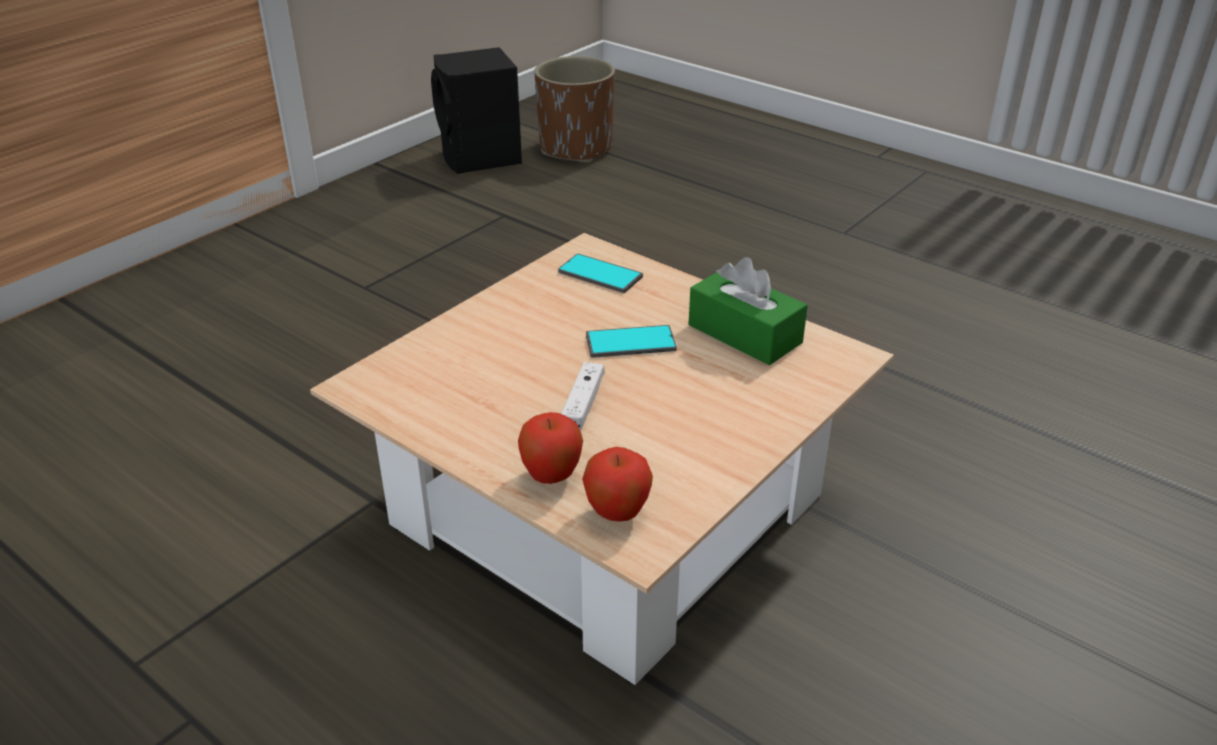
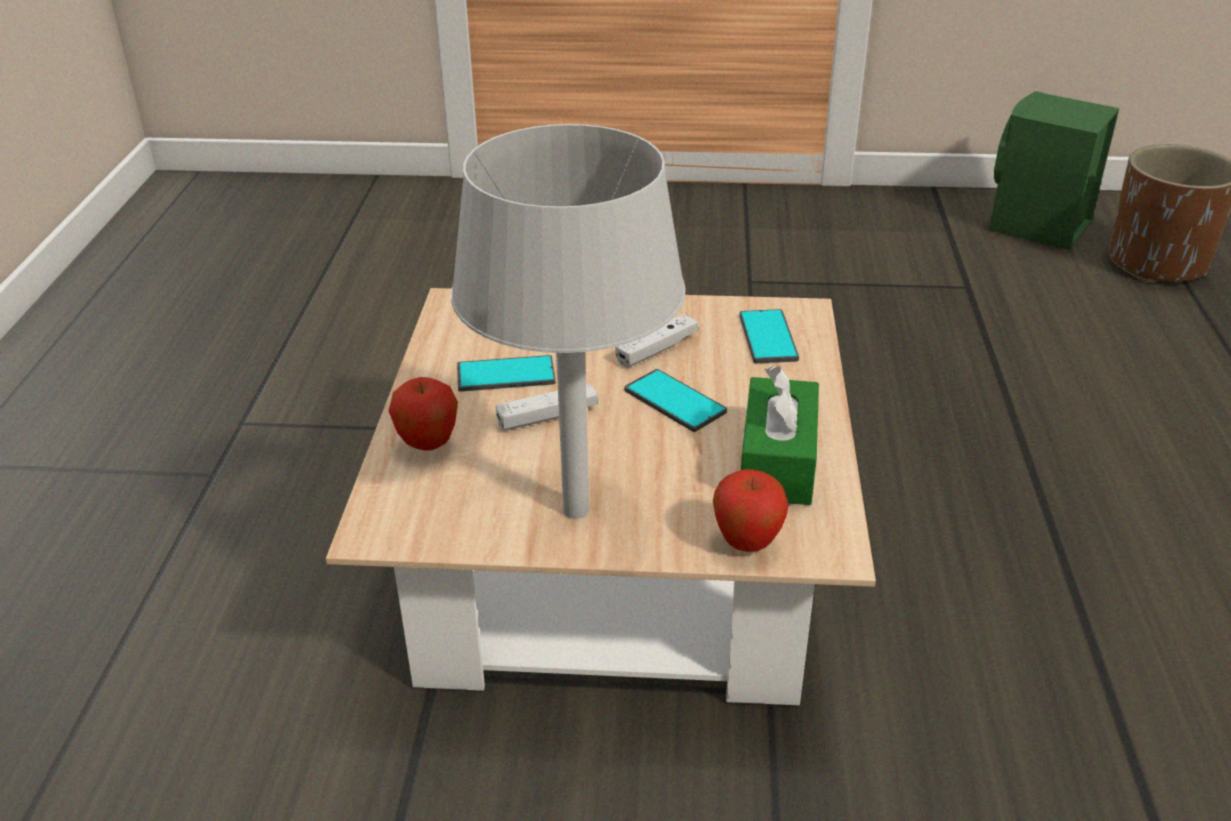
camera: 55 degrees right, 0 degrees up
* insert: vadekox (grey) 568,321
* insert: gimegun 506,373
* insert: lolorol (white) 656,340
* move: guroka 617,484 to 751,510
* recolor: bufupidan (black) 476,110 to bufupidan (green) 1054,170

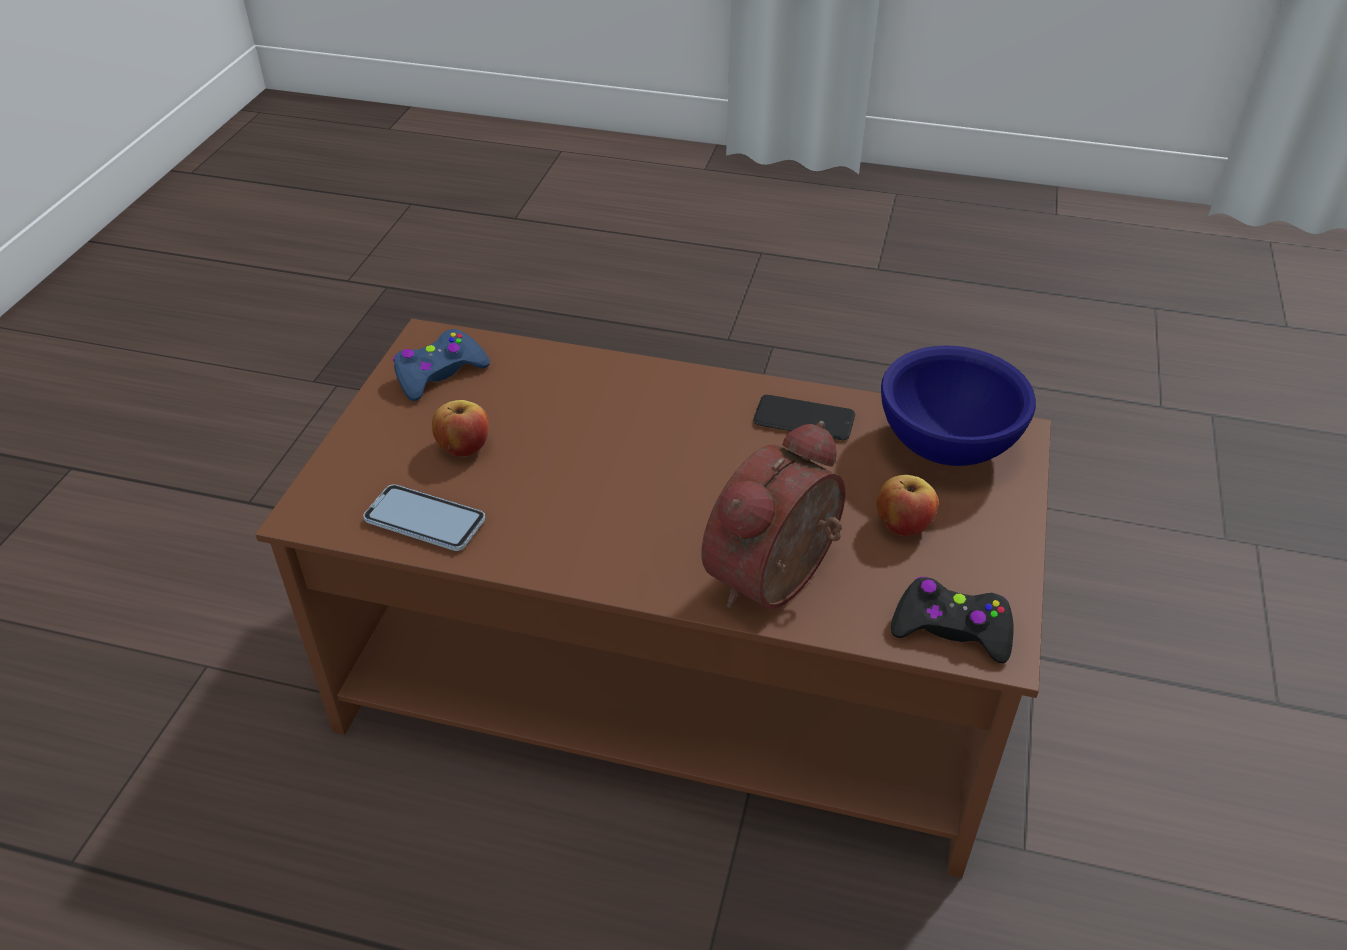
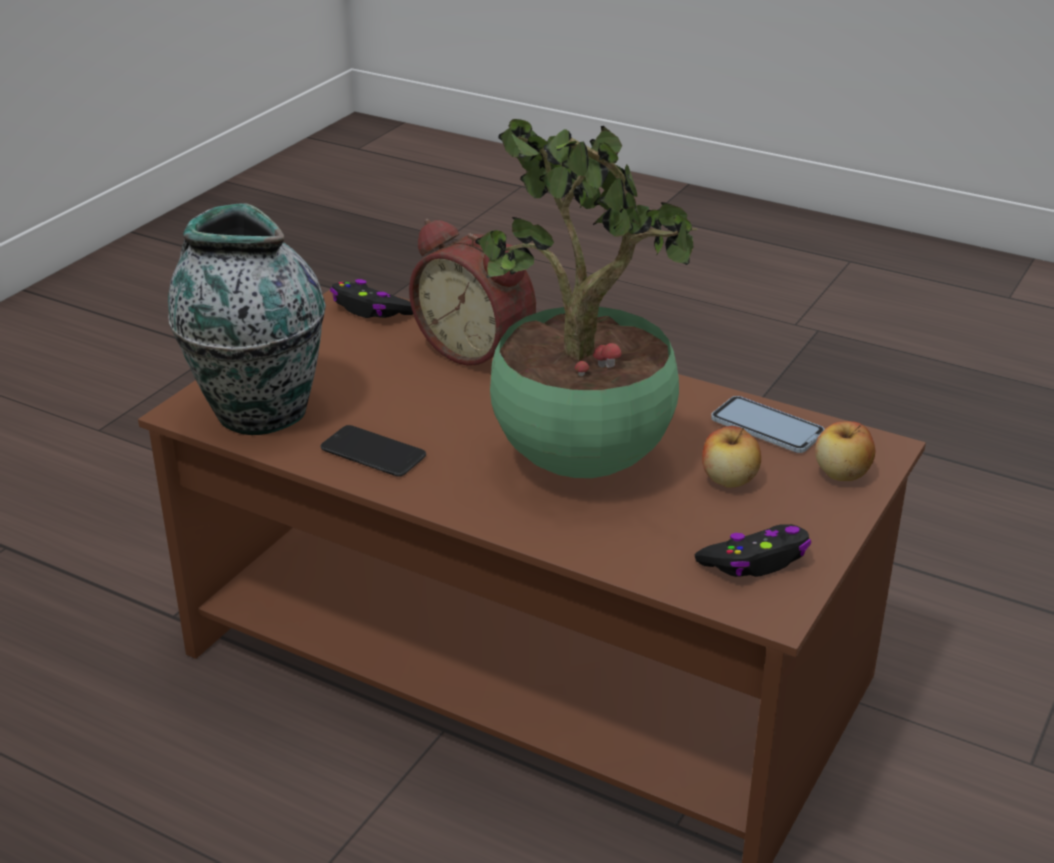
camera: 165 degrees left, 10 degrees down
* replace: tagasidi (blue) 958,405 to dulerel 247,319
* rotate: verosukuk 773,515 = 472,292 75 degrees clockwise
* insert: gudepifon 586,298
* recolor: lolorol (blue) 441,365 to lolorol (black) 753,550
* move: guroka 908,505 to 845,451

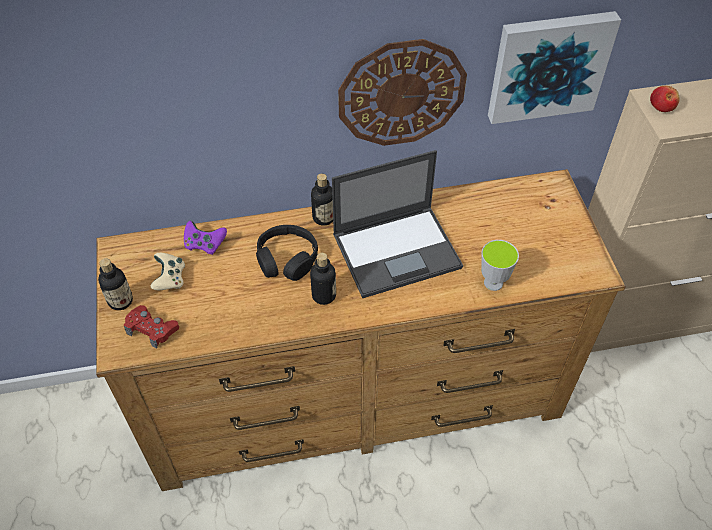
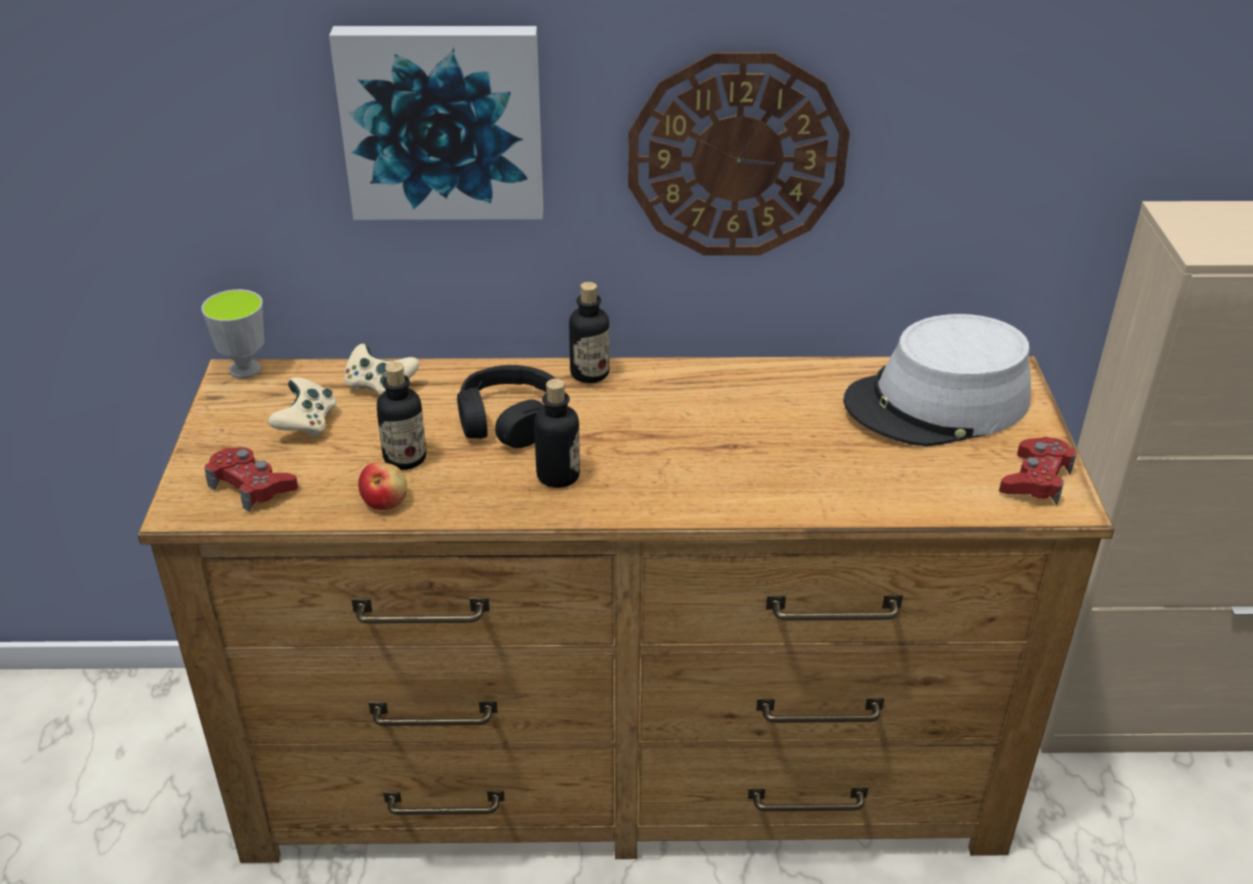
camera: 10 degrees right, 15 degrees down
* move: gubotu 500,265 to 233,334
* move: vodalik 554,67 to 436,123
* recolor: lolorol (purple) 205,238 to lolorol (beige) 381,369
* move: guroka 665,99 to 382,486
* move: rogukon 115,284 to 401,416
* insert: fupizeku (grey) 937,380
* insert: lolorol (red) 1038,471
* delete: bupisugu 397,224

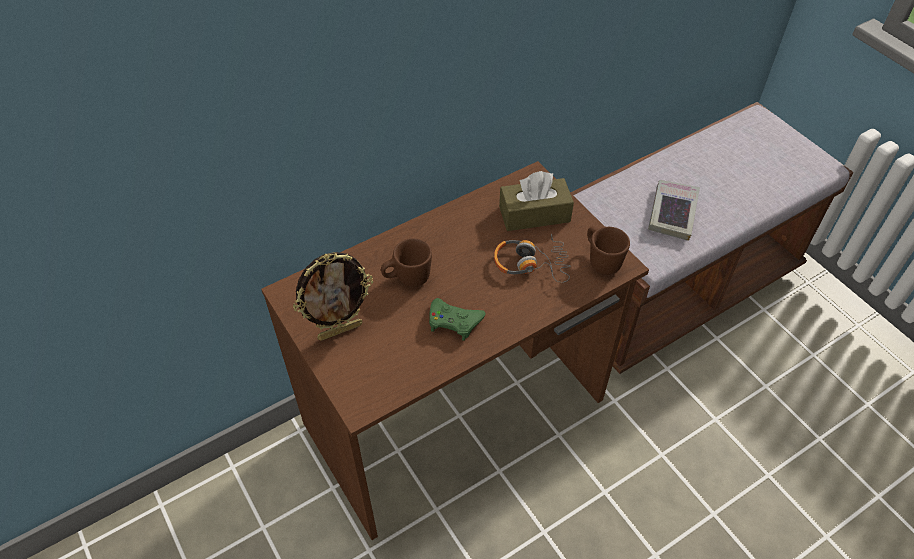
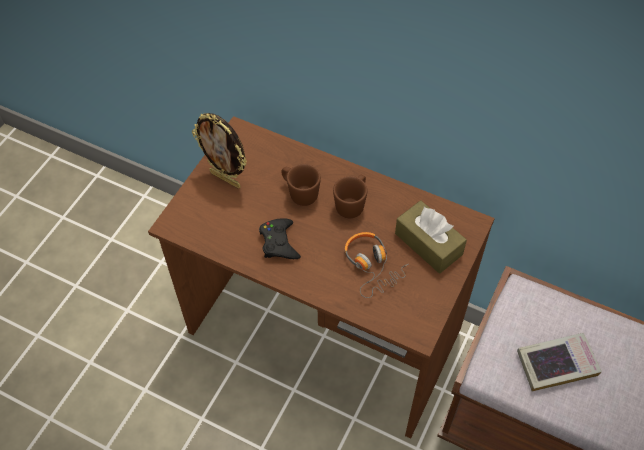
camera: 60 degrees right, 5 degrees up
* recolor: lolorol (green) 457,319 to lolorol (black) 280,238
* move: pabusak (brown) 608,250 to 350,196

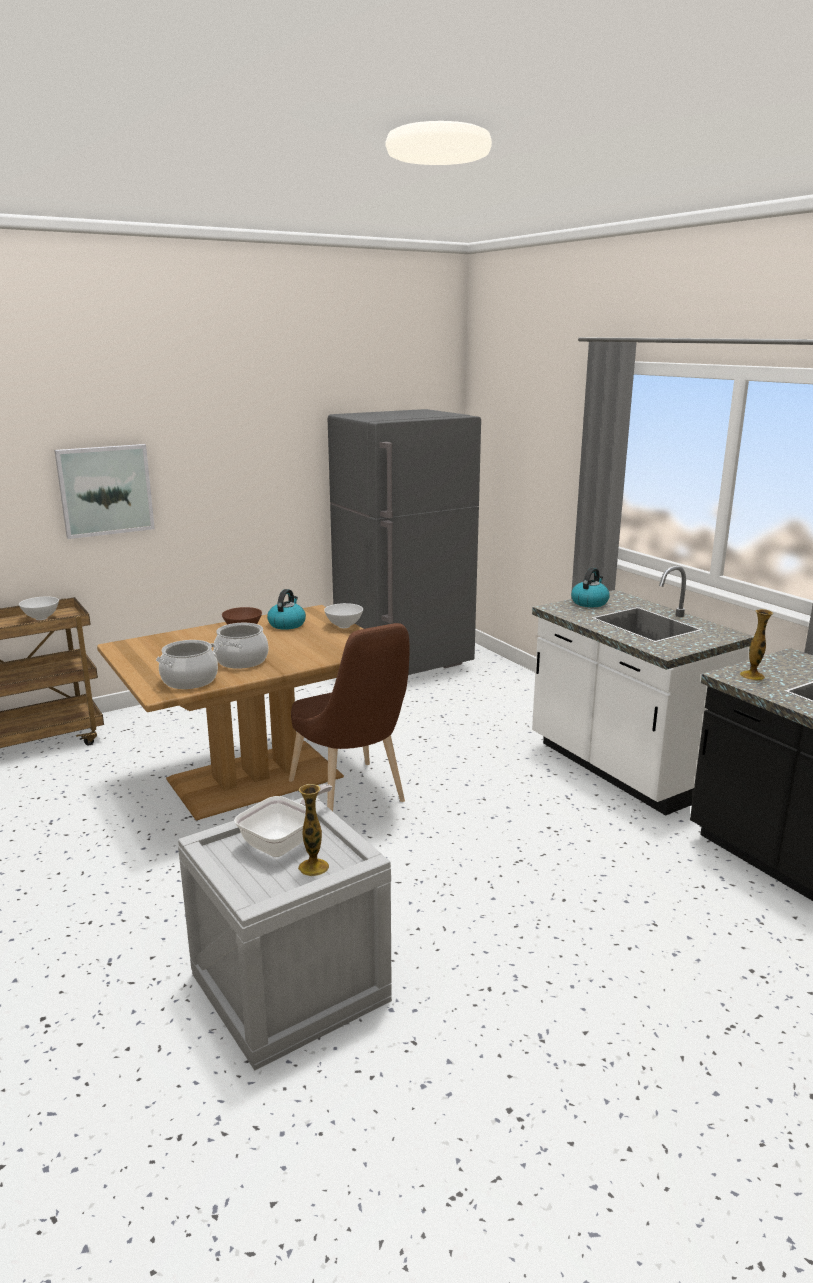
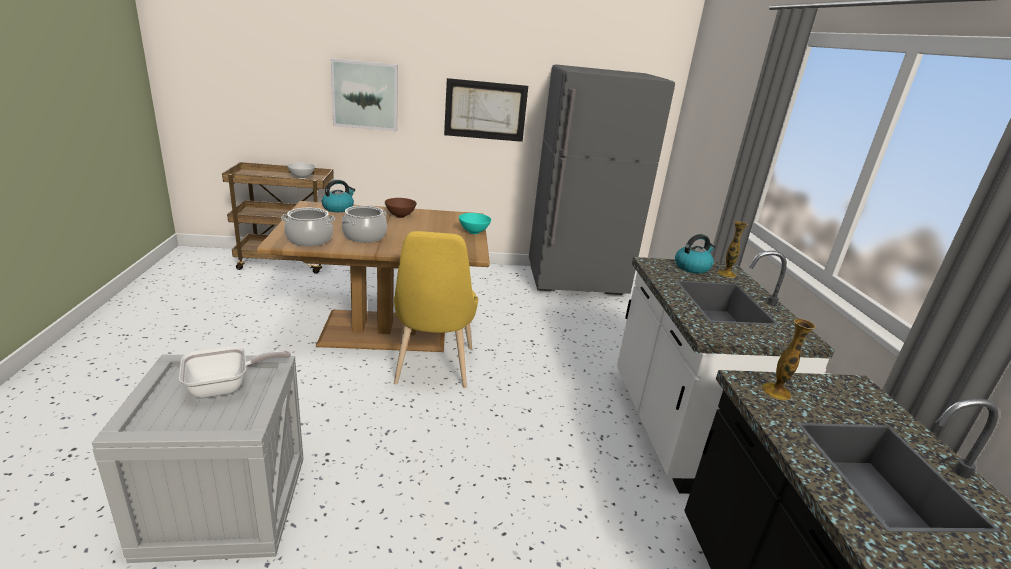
camera: 25 degrees right, 5 degrees up
* move: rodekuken 286,609 to 338,196
* recolor: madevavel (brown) 349,717 to madevavel (yellow) 436,309
* insert: vodalik 486,110
* recolor: tagasidi (white) 343,615 to tagasidi (turquoise) 475,223
* move: dulerel 313,830 to 732,249

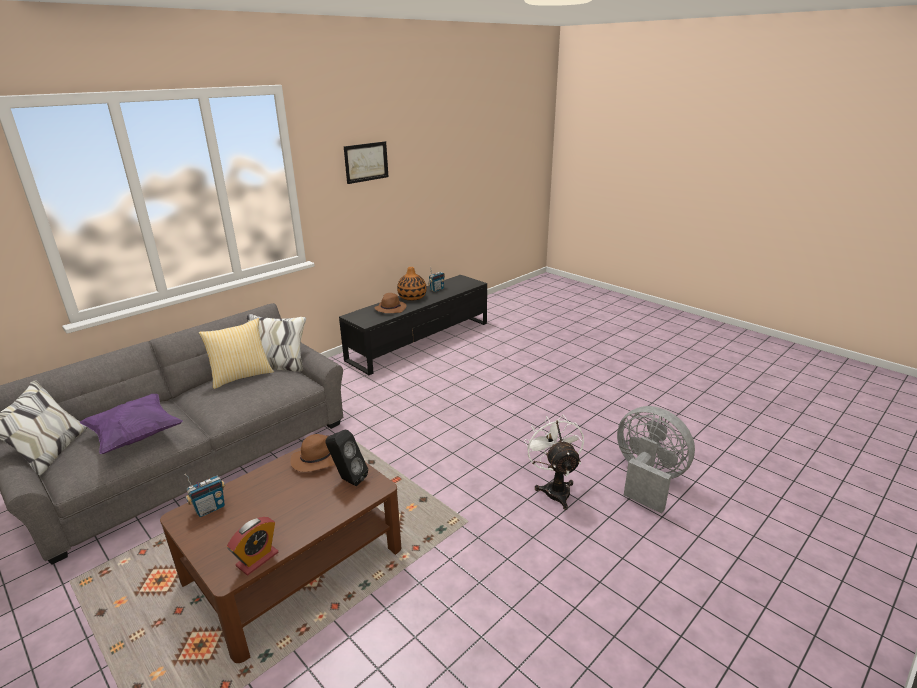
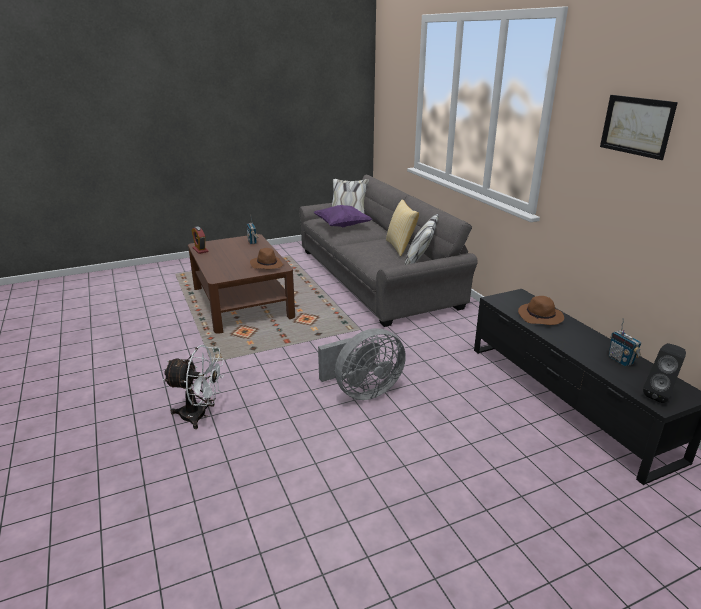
camera: 110 degrees right, 0 degrees up
* move: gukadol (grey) 656,460 to 362,364
* move: bufupidan (black) 347,458 to 664,373
* delete: dulerel 412,284

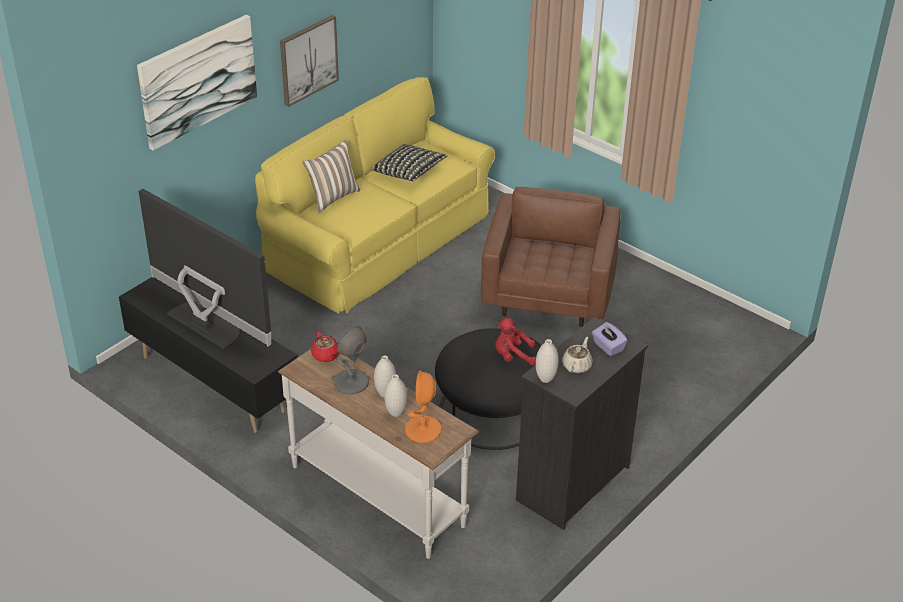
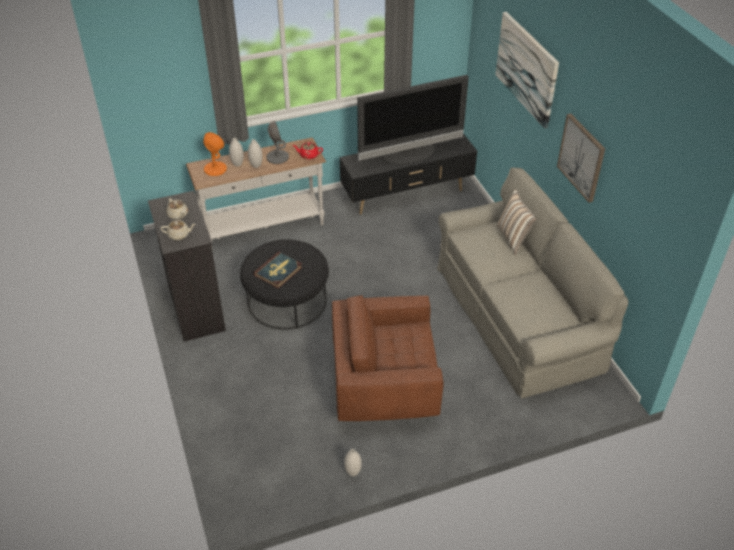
camera: 120 degrees right, 5 degrees up
* replace: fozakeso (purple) 610,339 to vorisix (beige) 177,230
* replace: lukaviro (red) 515,341 to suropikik 277,270
* rotate: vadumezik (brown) 551,257 = 388,358 135 degrees clockwise
* move: dulerel (white) 547,361 to 353,462
* recolor: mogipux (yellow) 375,195 to mogipux (grey) 532,283
* delete: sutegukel 409,162

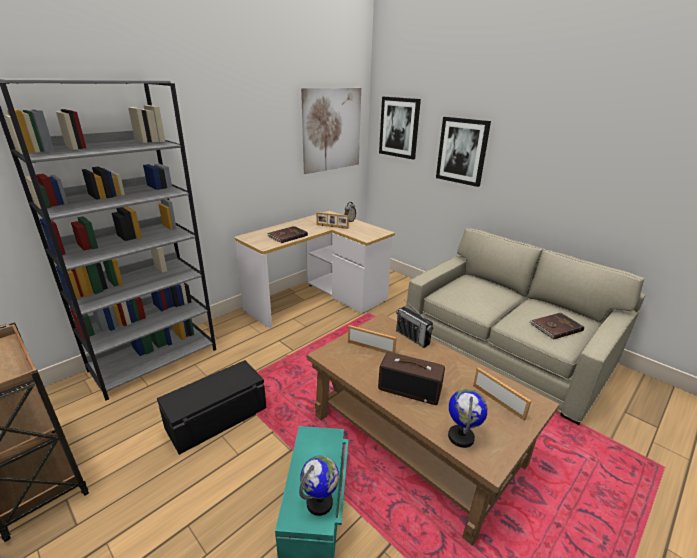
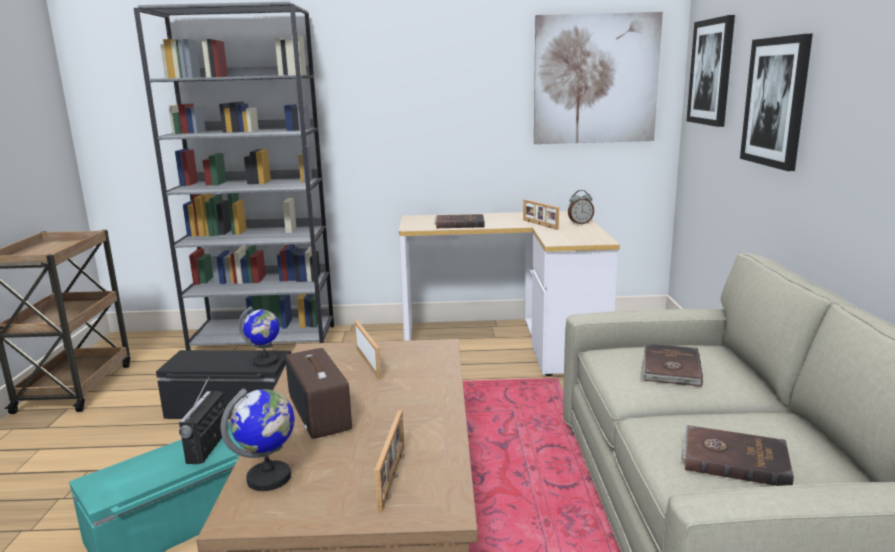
camera: 45 degrees right, 10 degrees down
* move: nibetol 414,324 to 203,420
* move: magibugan 319,486 to 259,336
* insert: suropikik (brown) 671,365

